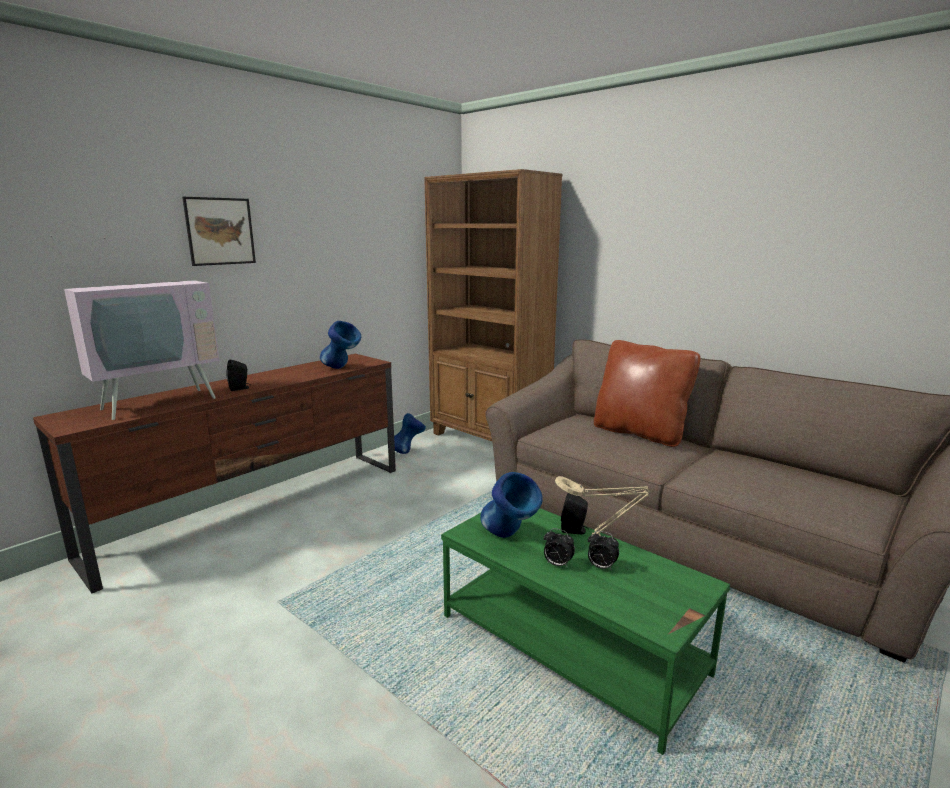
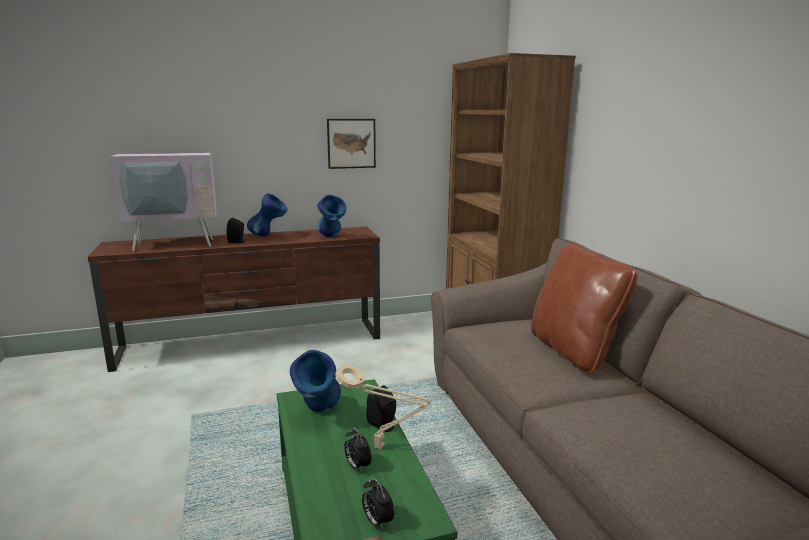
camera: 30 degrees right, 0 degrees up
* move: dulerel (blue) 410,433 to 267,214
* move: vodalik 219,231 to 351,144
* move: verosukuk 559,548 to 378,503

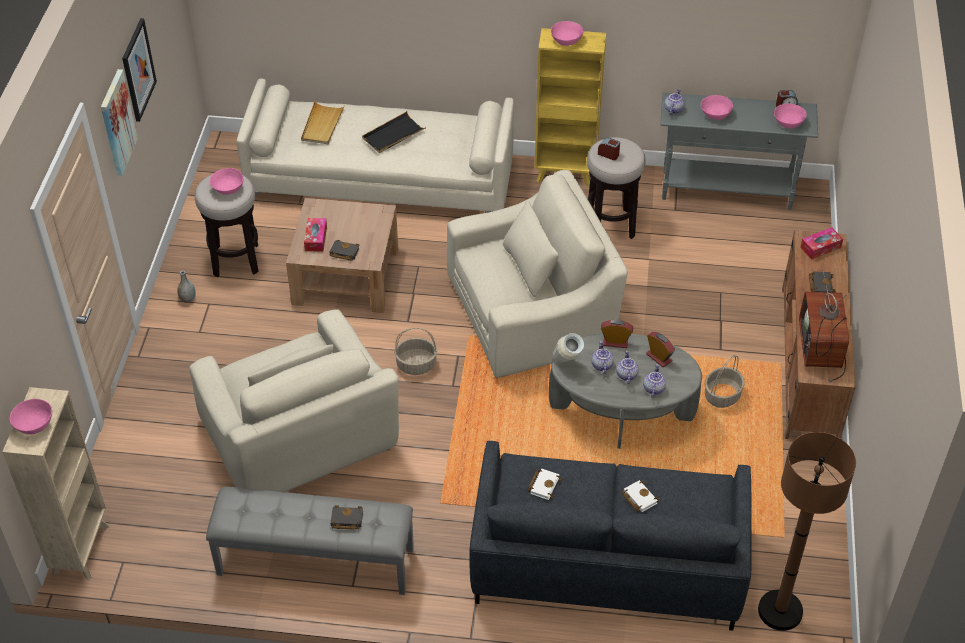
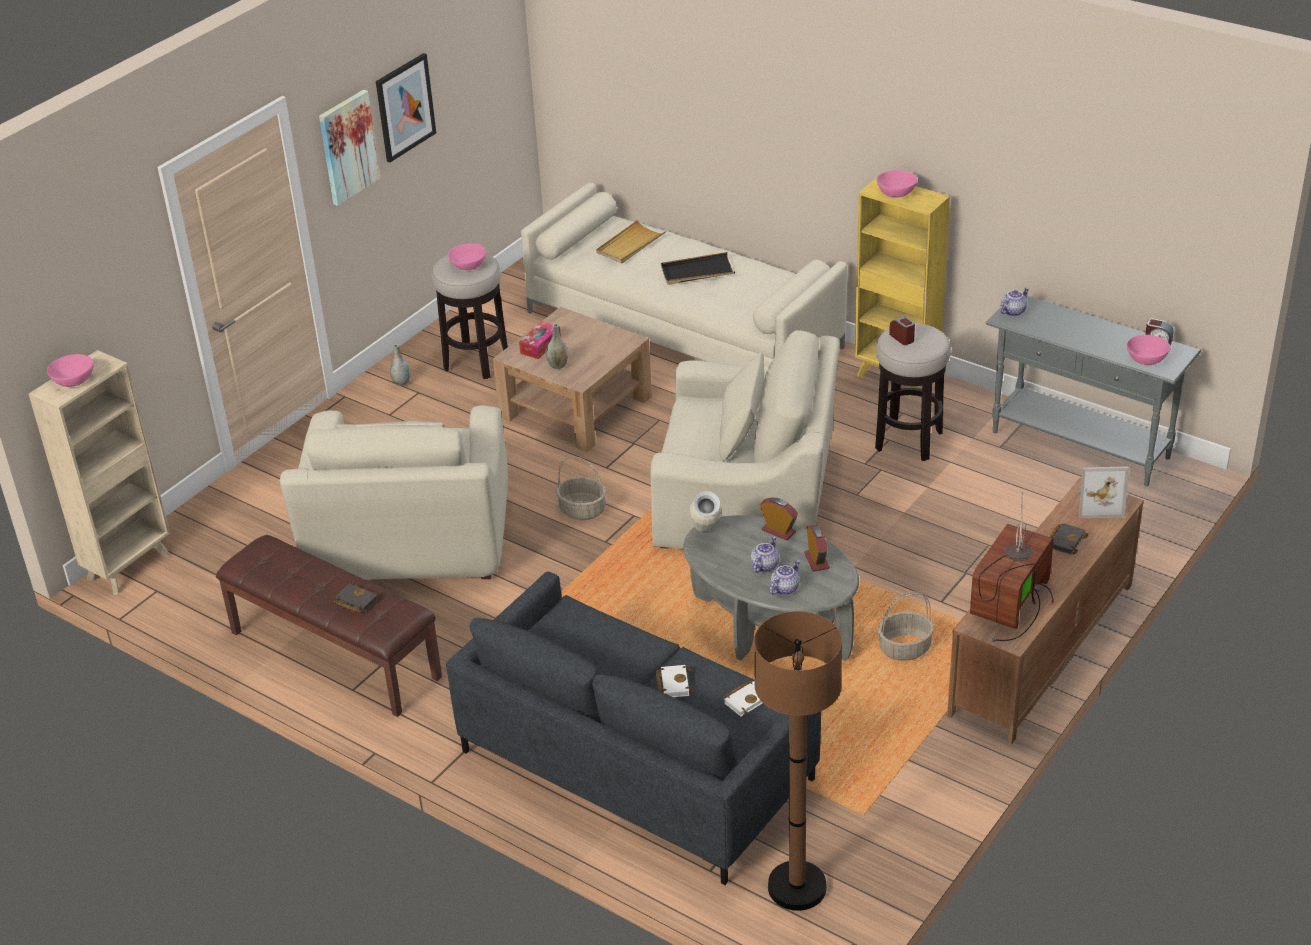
camera: 30 degrees right, 10 degrees down
* recolor: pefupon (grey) 310,541 to pefupon (brown) 329,626
* replace: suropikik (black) 344,250 to dulerel (grey) 557,346
* move: suropikik (white) 544,484 to 743,699
* replace: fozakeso 821,243 to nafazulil 1103,492
* delete: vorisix 602,357
* delete: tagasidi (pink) 717,107

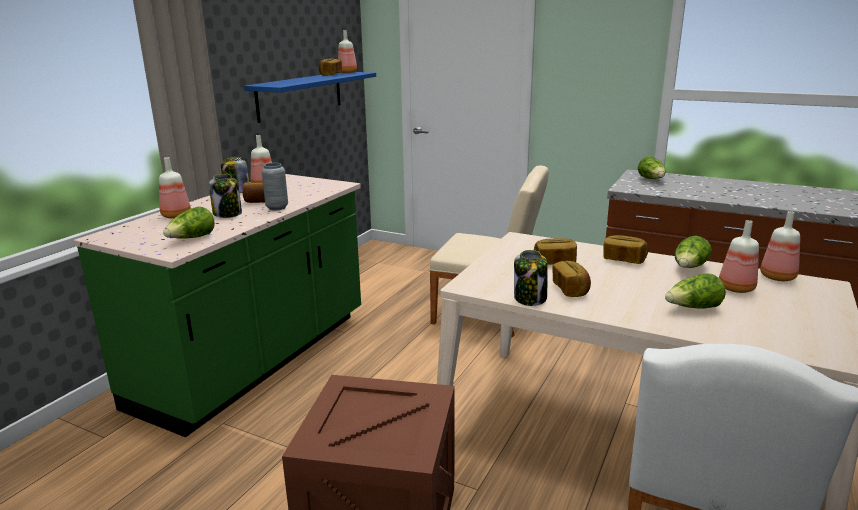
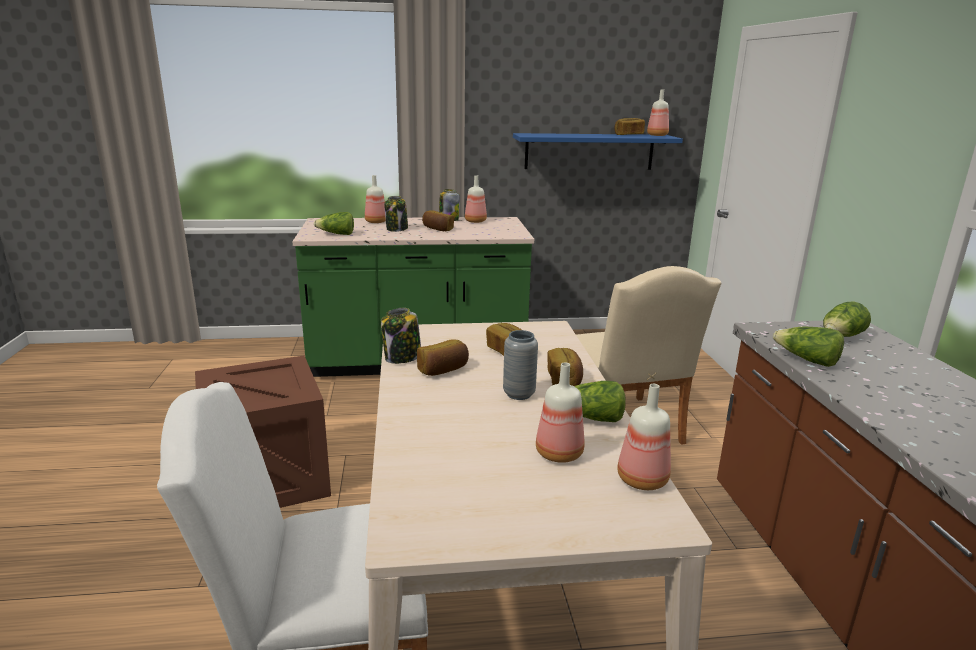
camera: 55 degrees right, 0 degrees up
* move: dulerel (grey) 275,186 to 520,365
* move: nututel 695,291 to 808,347

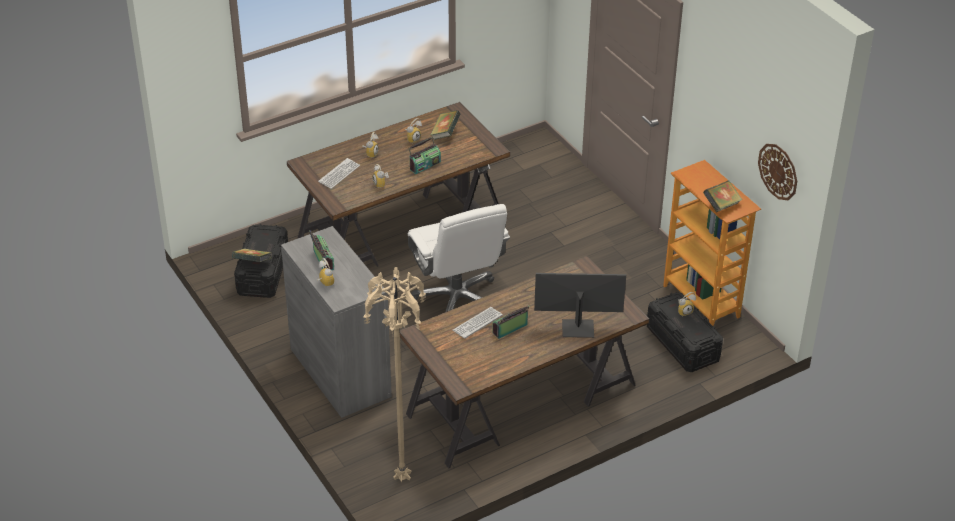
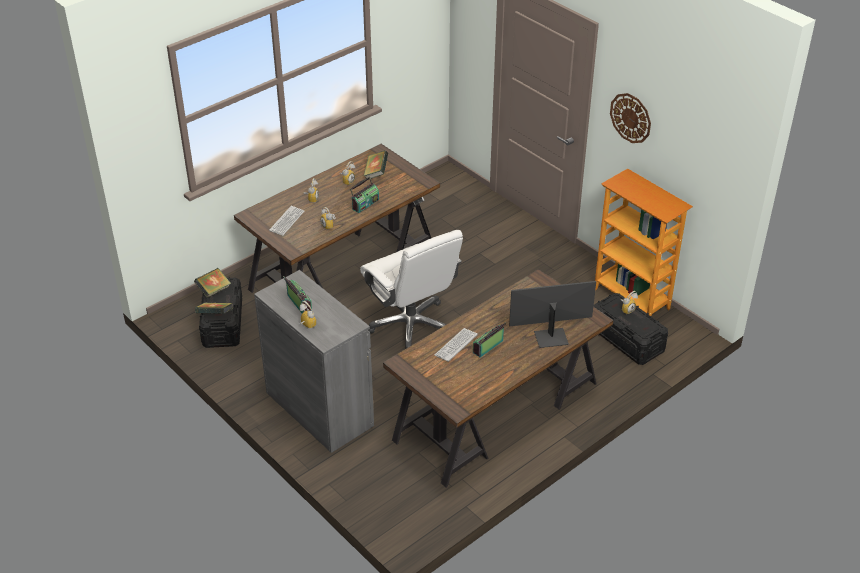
camera: 10 degrees left, 0 degrees up
* move: suropikik 722,196 to 212,283
* move: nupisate 777,172 to 630,118
* delete: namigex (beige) 394,375

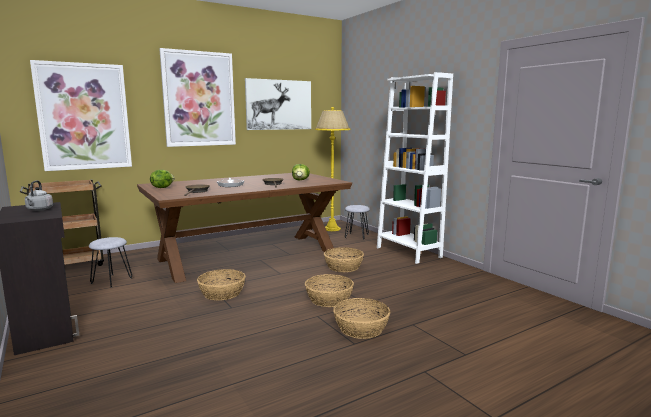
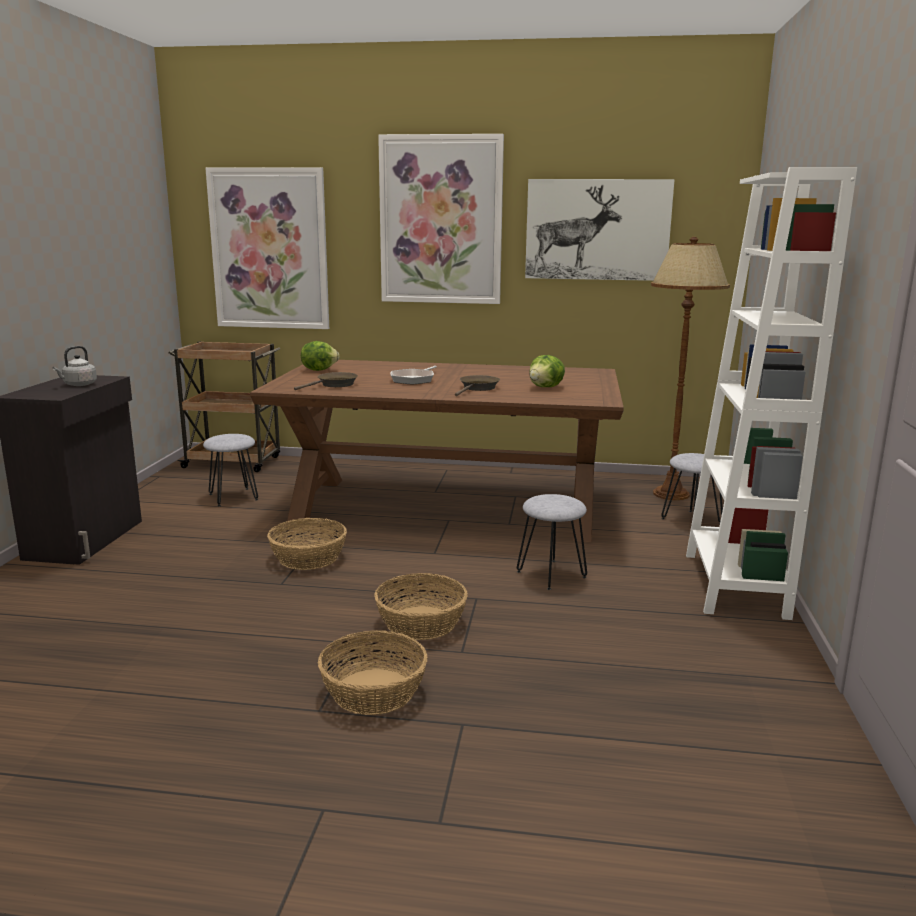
camera: 40 degrees right, 5 degrees up
* replace: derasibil 344,259 to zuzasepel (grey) 552,542
* recolor: namigex (yellow) 332,169 to namigex (brown) 690,368

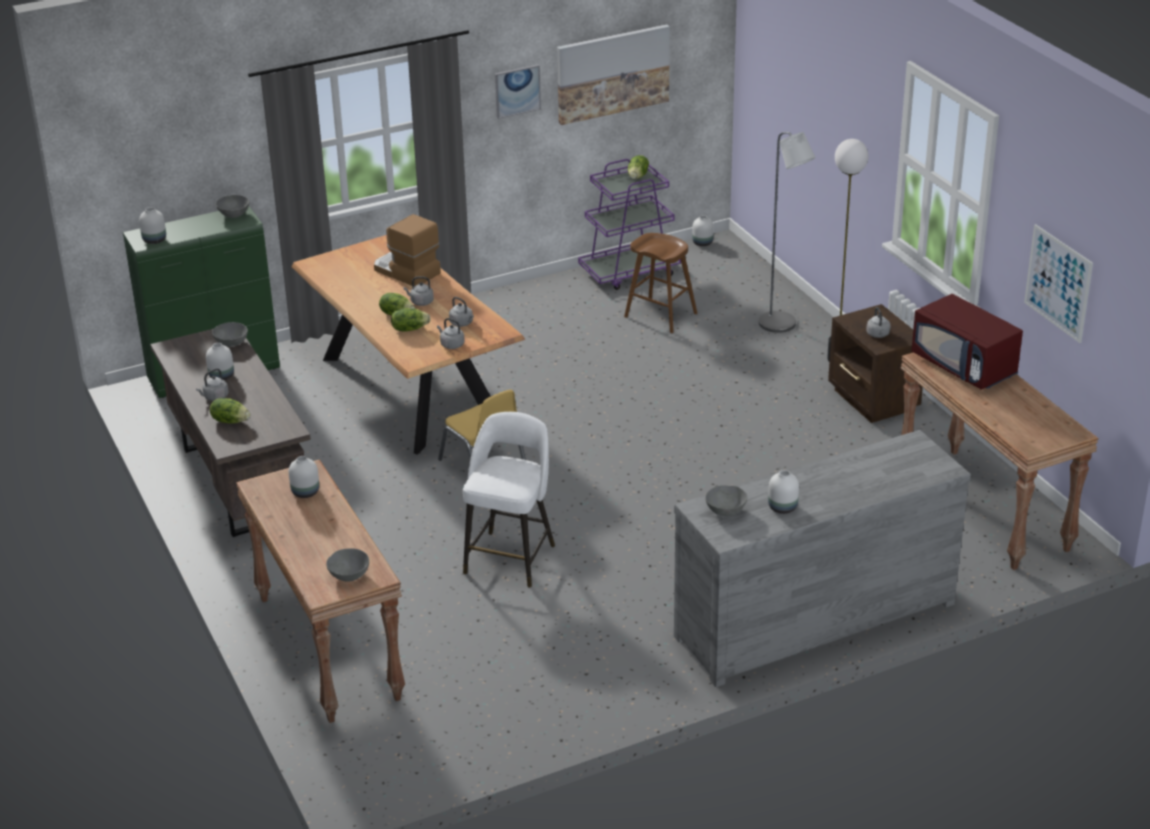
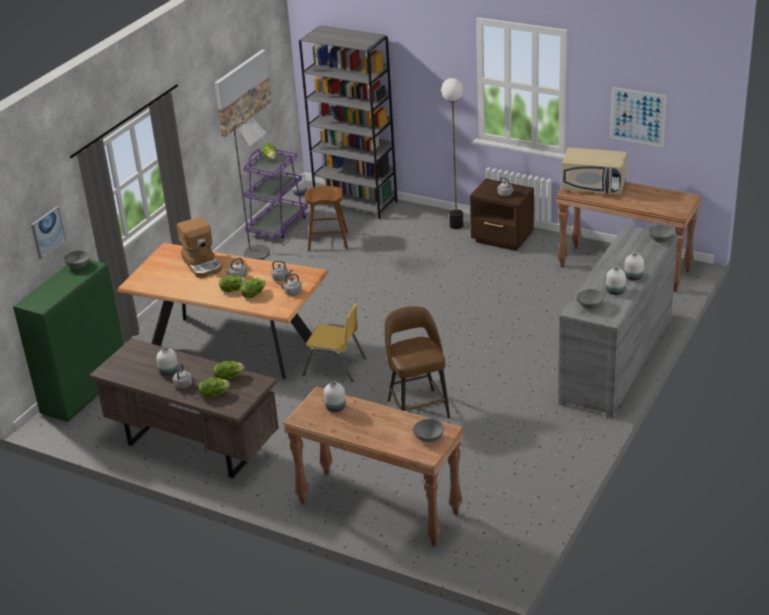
camera: 35 degrees left, 0 degrees up
* move: vodalik 518,92 to 48,232
* rotate: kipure 407,250 = 199,247 120 degrees counterclockwise
* insert: nututel 228,370
* move: namigex (grey) 787,232 to 252,189
* insert: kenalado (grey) 348,122
* recolor: zuzasepel (white) 509,500 to zuzasepel (brown) 417,362
* recolor: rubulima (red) 967,342 to rubulima (beige) 594,170
* move: dulerel (white) 152,225 to 634,266
* move: tagasidi (grey) 230,334 to 662,234

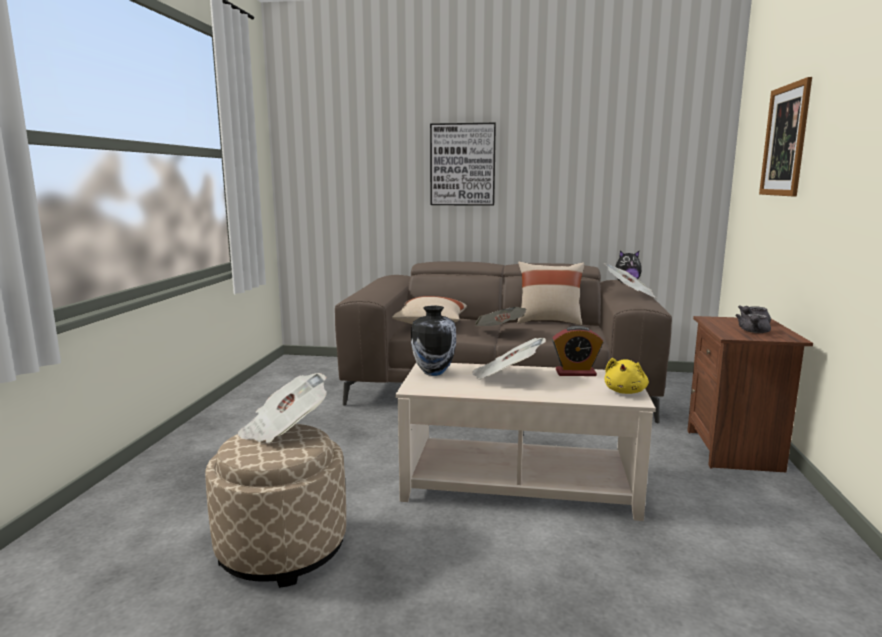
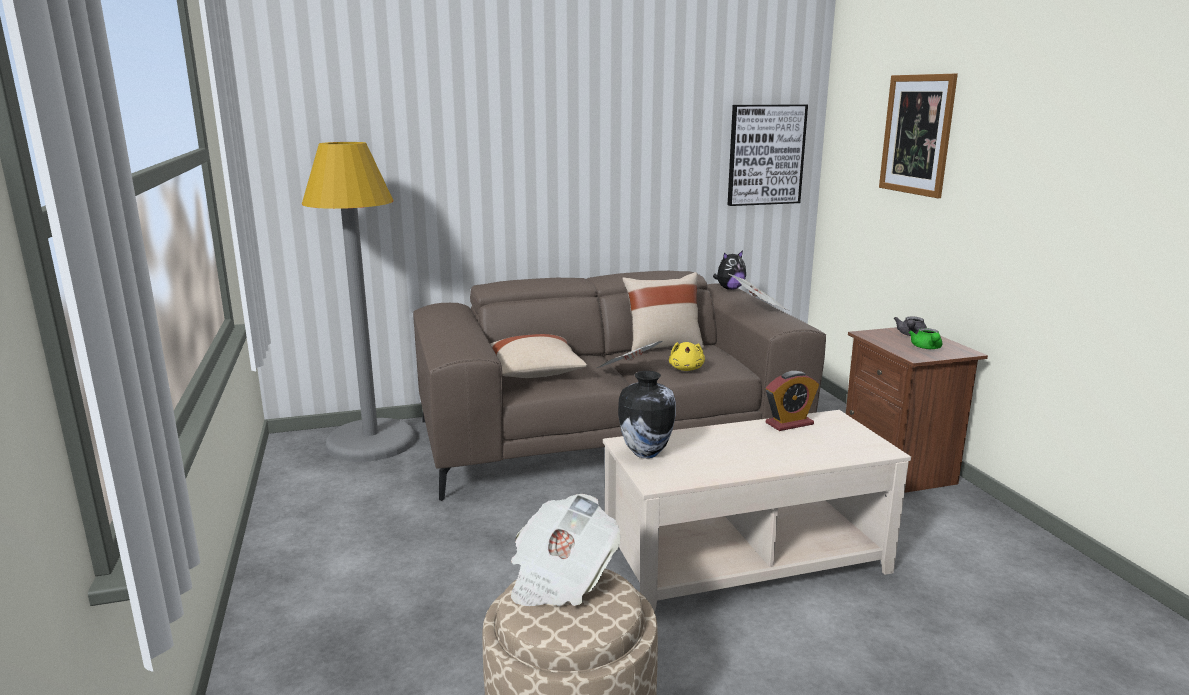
camera: 25 degrees left, 5 degrees up
* insert: namigex (grey) 359,302
* move: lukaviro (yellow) 627,376 to 687,356
* move: vodalik 463,164 to 768,155
* recolor: vorisix (grey) 753,323 to vorisix (green) 925,338
* delete: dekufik 509,359

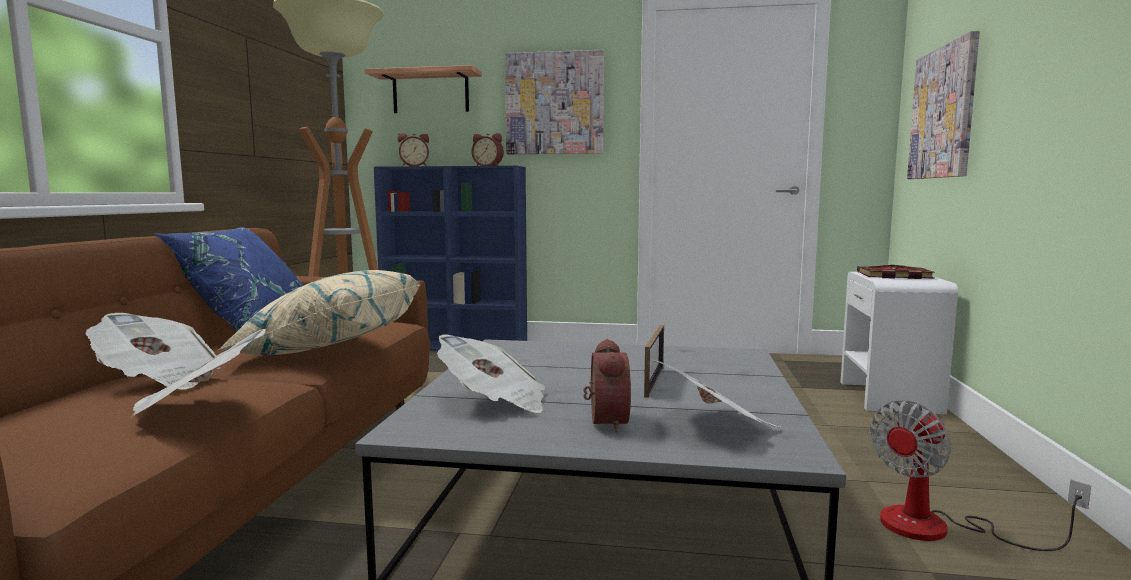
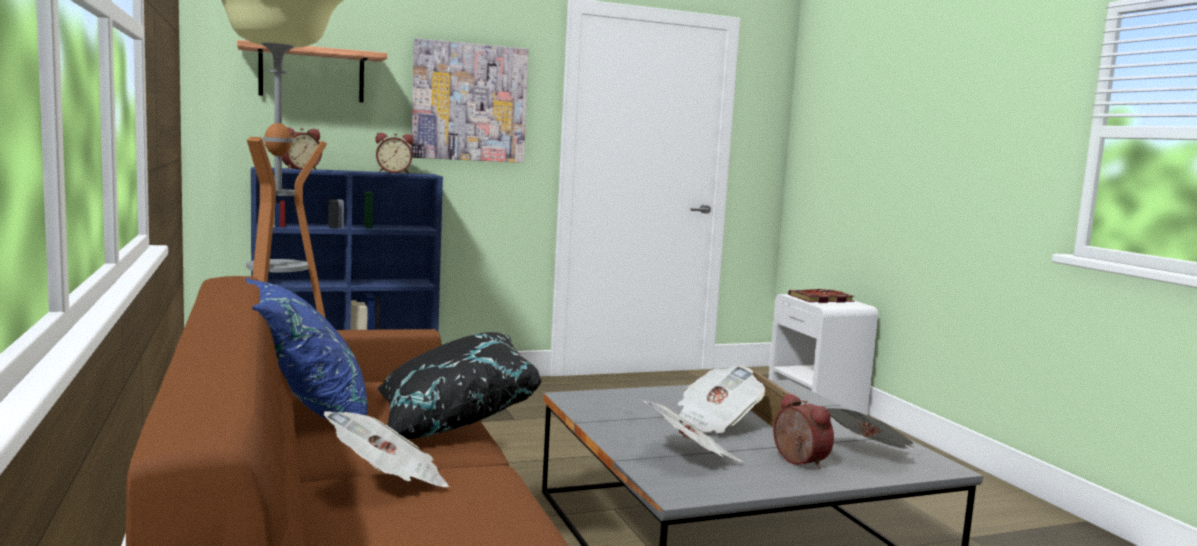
camera: 30 degrees left, 0 degrees up
* recolor: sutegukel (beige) 319,312 to sutegukel (black) 459,385
* move: dekufik 199,373 to 719,399
* delete: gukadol 980,475
* delete: vodalik 943,105

